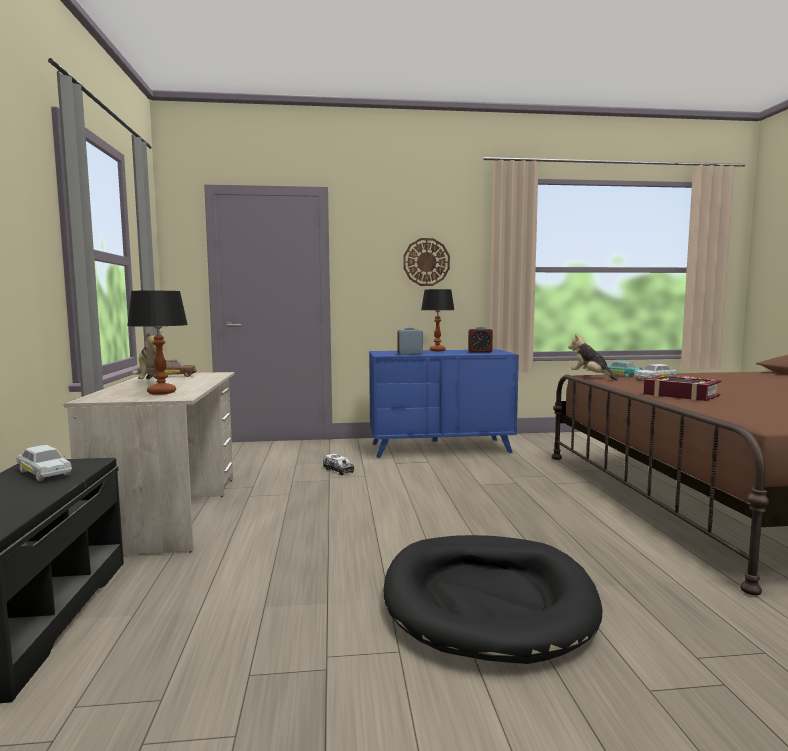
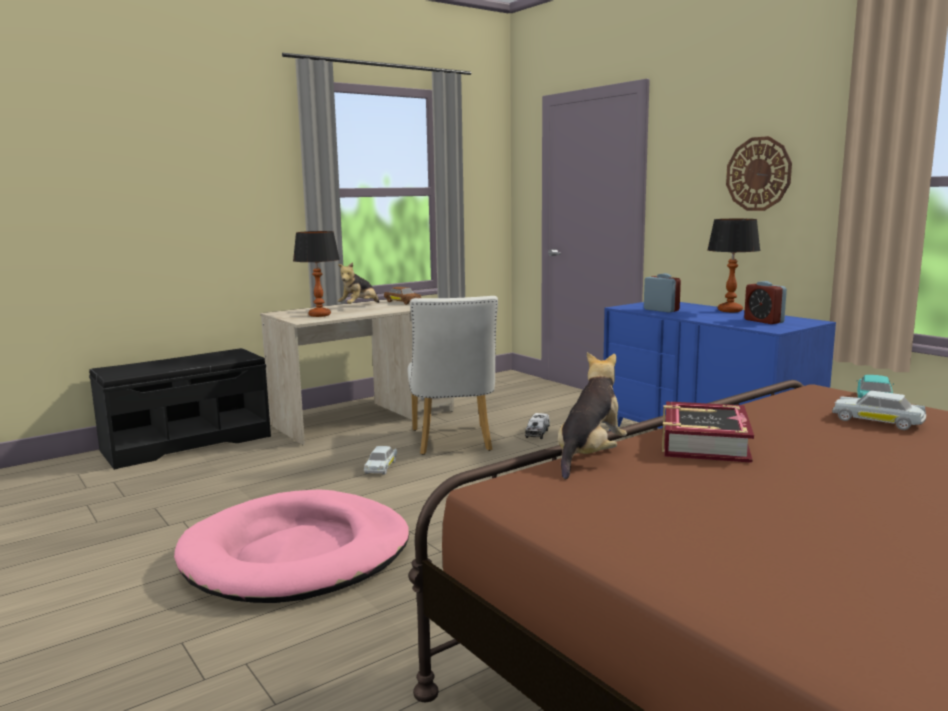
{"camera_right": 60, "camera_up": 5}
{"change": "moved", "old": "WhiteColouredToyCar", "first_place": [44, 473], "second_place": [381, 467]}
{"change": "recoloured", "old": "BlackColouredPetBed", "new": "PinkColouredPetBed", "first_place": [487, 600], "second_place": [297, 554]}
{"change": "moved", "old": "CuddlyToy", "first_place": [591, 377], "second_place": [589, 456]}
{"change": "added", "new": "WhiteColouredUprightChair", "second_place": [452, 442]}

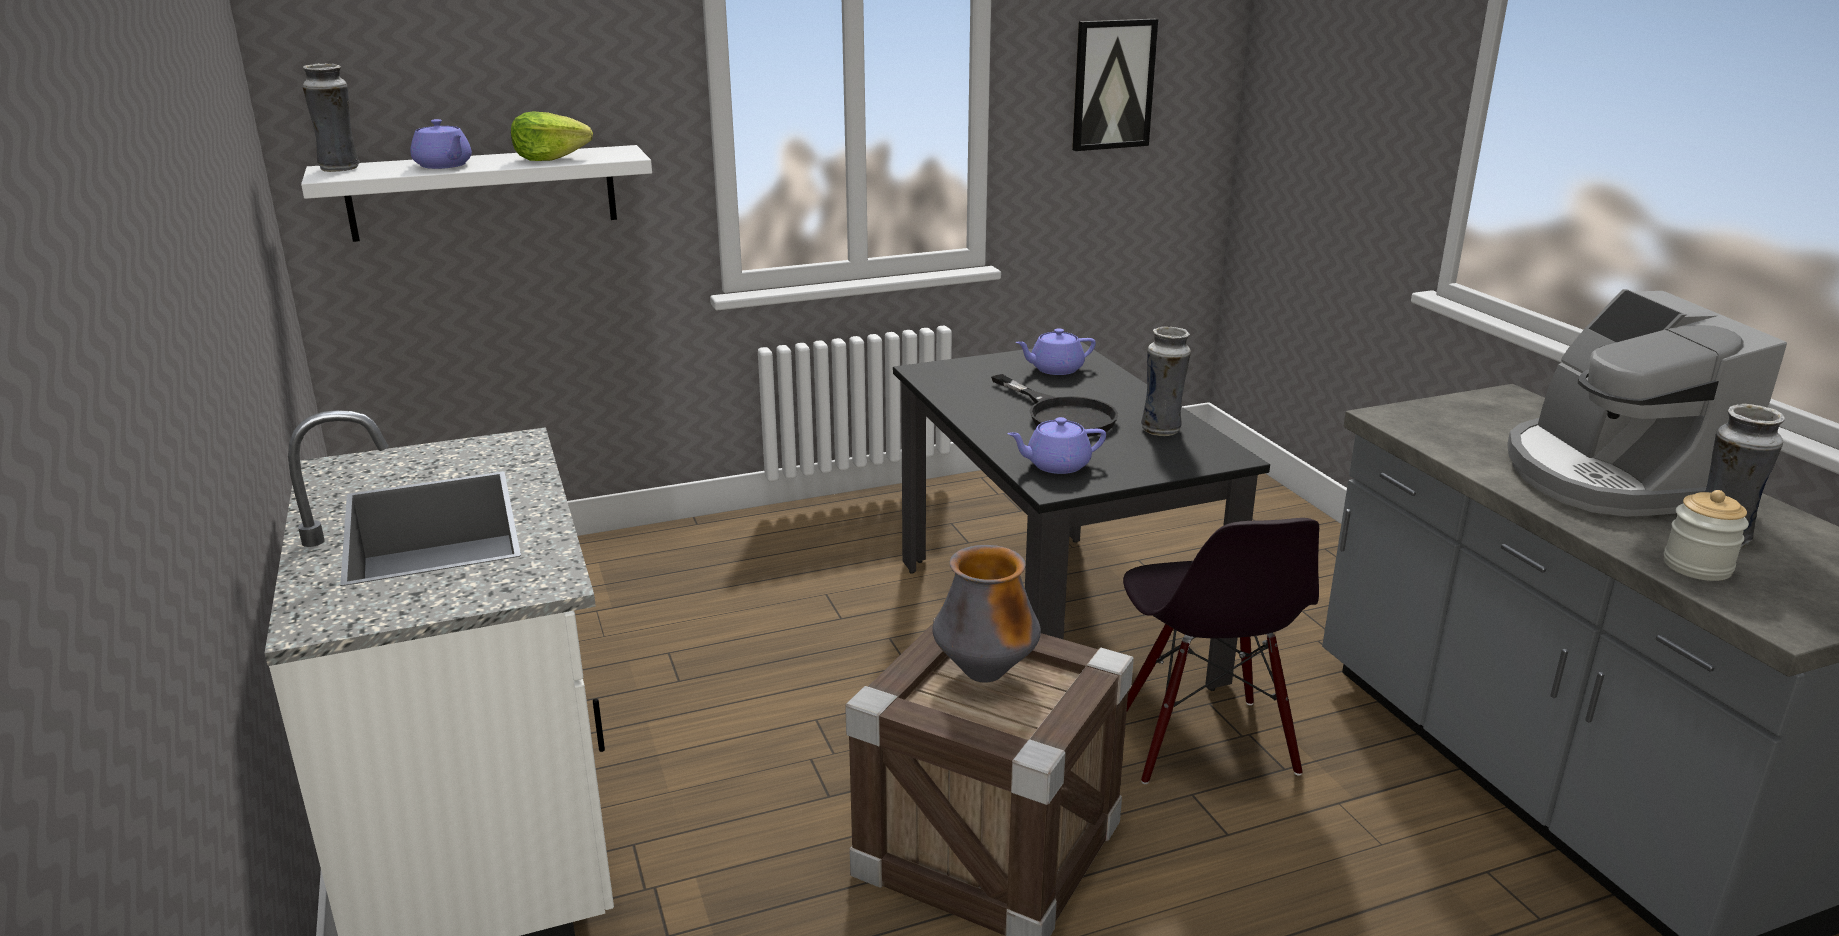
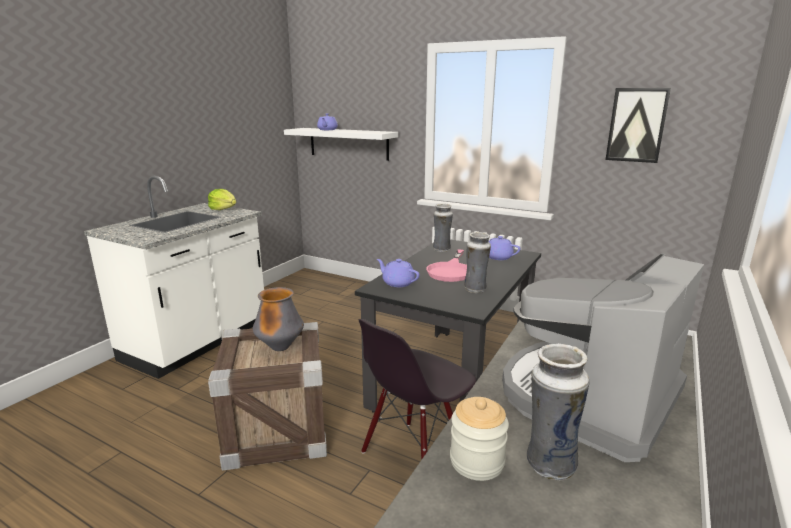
{"camera_right": 50, "camera_up": -5}
{"change": "moved", "old": "DecorativeVase", "first_place": [340, 169], "second_place": [441, 250]}
{"change": "moved", "old": "Lettuce", "first_place": [550, 158], "second_place": [223, 209]}
{"change": "recoloured", "old": "BlackColouredSkillet", "new": "PinkColouredSkillet", "first_place": [1062, 415], "second_place": [451, 270]}

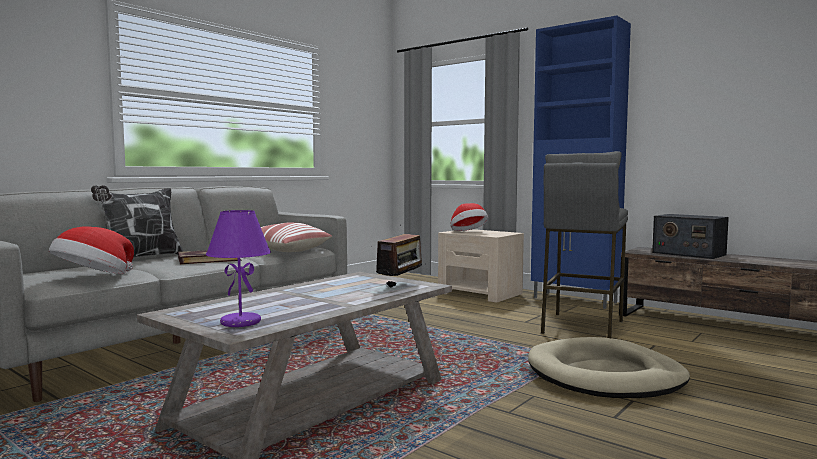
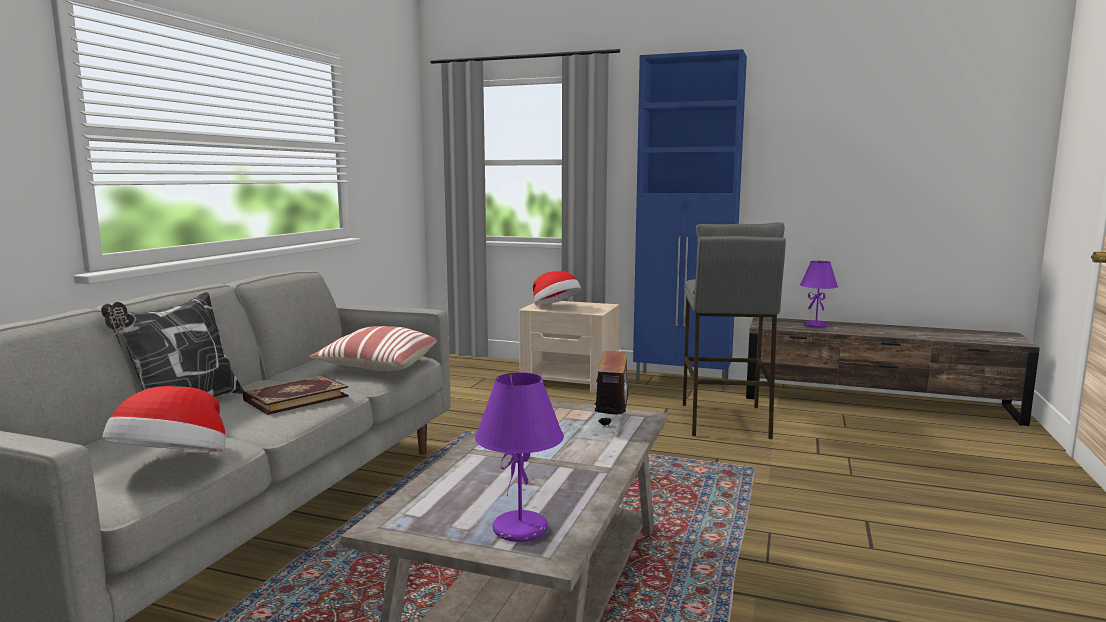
{"camera_right": -20, "camera_up": 5}
{"change": "removed", "old": "SandColouredPetBed", "first_place": [605, 375]}
{"change": "replaced", "old": "Radio", "new": "PurplishTableLamp", "first_place": [688, 254], "second_place": [816, 325]}

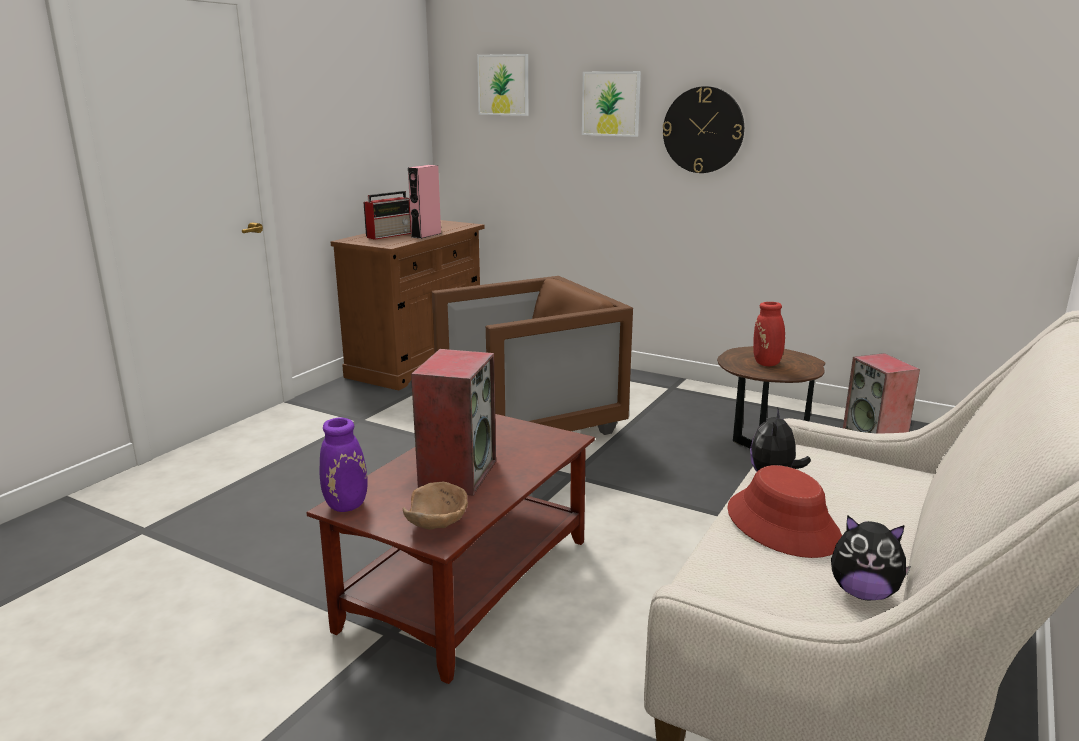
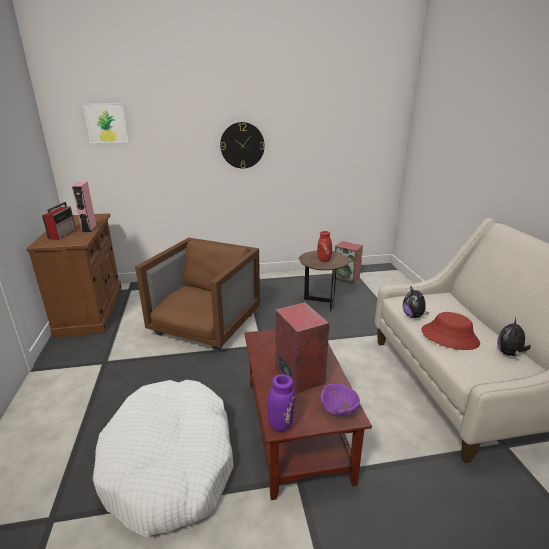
{"camera_right": -40, "camera_up": 5}
{"change": "recoloured", "old": "BrownServingBowl", "new": "PurplishServingBowl", "first_place": [437, 527], "second_place": [340, 410]}
{"change": "removed", "old": "WallPicture", "first_place": [611, 104]}
{"change": "turned", "old": "CuddlyToy", "first_place": [863, 593], "second_place": [509, 353], "degrees": 135}
{"change": "added", "new": "WhiteColouredPetBed", "second_place": [170, 463]}

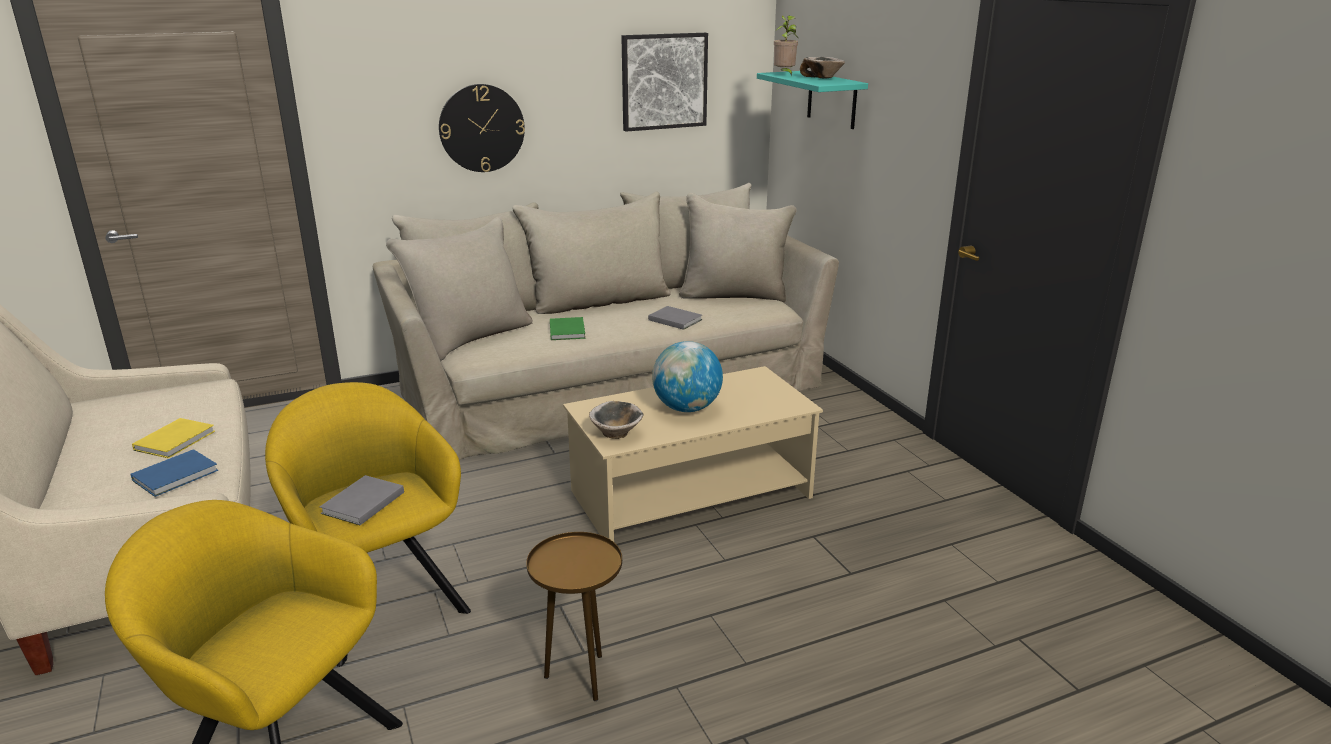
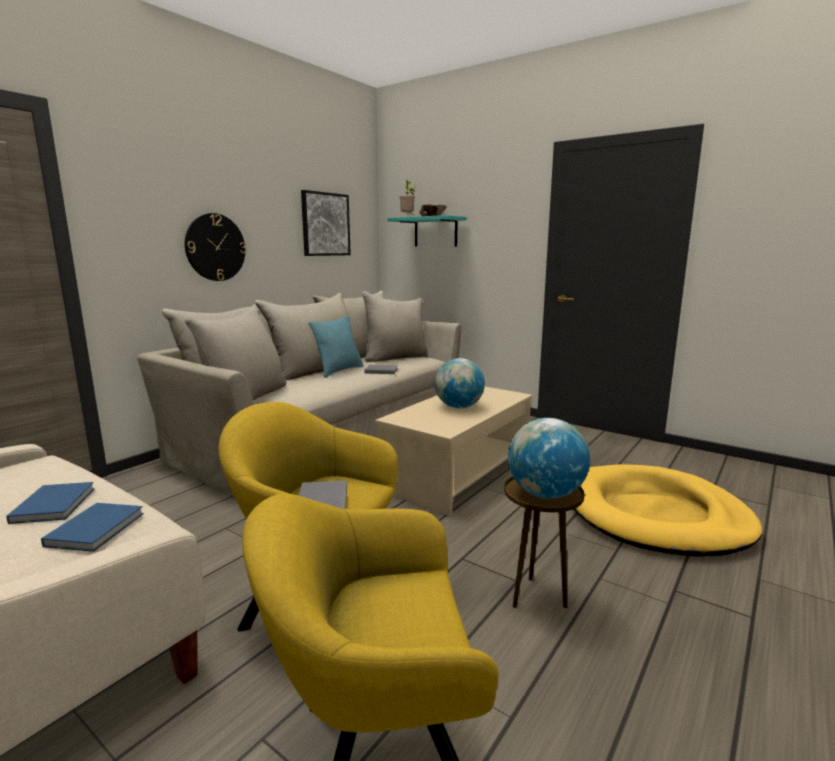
{"camera_right": -30, "camera_up": -10}
{"change": "recoloured", "old": "YellowColouredBoundBook", "new": "BluishBoundBook", "first_place": [177, 440], "second_place": [56, 504]}
{"change": "removed", "old": "GreenColouredBoundBook", "first_place": [568, 330]}
{"change": "removed", "old": "ServingBowl", "first_place": [616, 433]}
{"change": "added", "new": "BlueGreenThrowPillow", "second_place": [339, 371]}
{"change": "added", "new": "DeskGlobe", "second_place": [545, 494]}
{"change": "added", "new": "YellowColouredPetBed", "second_place": [656, 515]}

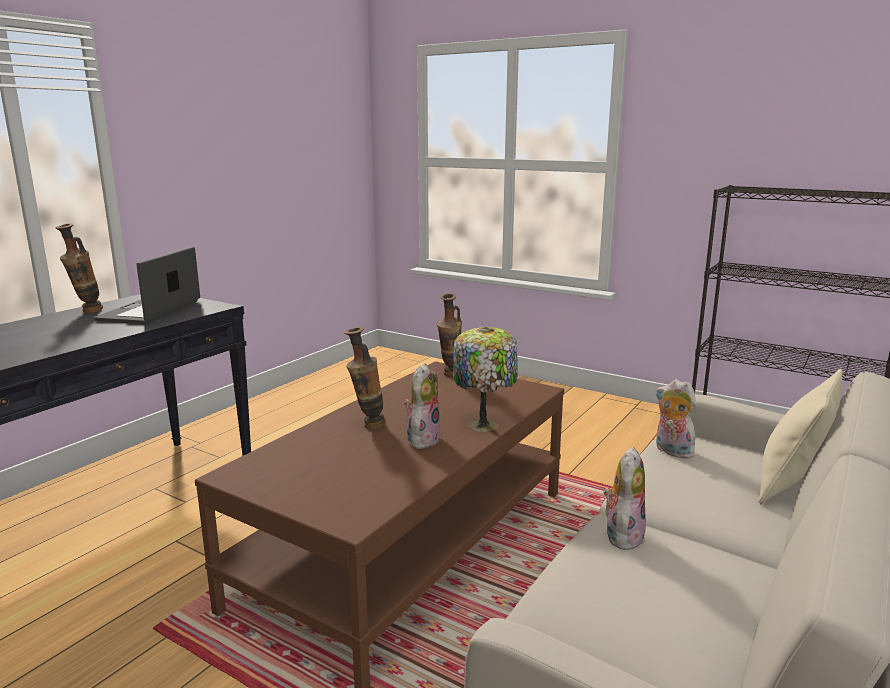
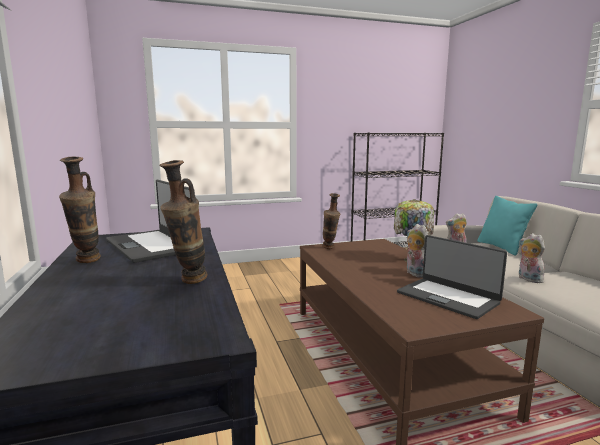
{"camera_right": -50, "camera_up": -5}
{"change": "moved", "old": "DecorativeVase", "first_place": [367, 425], "second_place": [188, 282]}
{"change": "recoloured", "old": "SandColouredThrowPillow", "new": "BlueGreenThrowPillow", "first_place": [791, 485], "second_place": [501, 247]}
{"change": "added", "new": "PortableComputer", "second_place": [448, 297]}

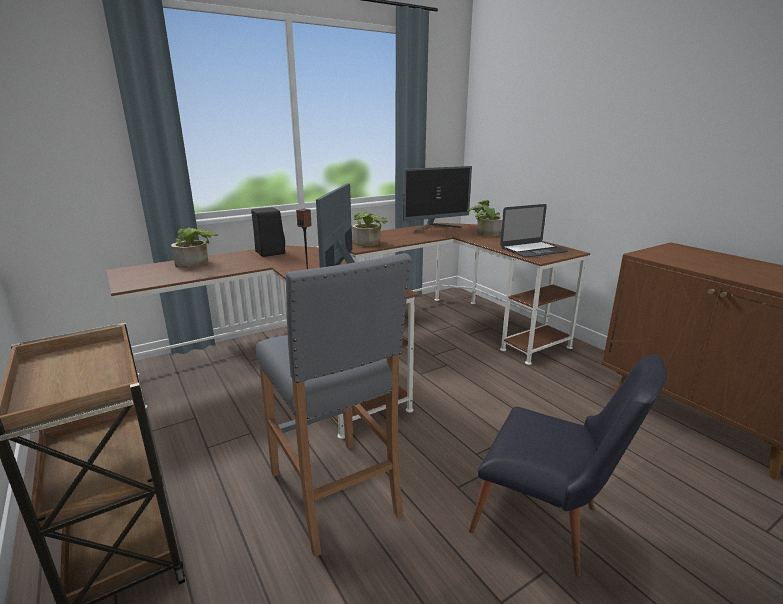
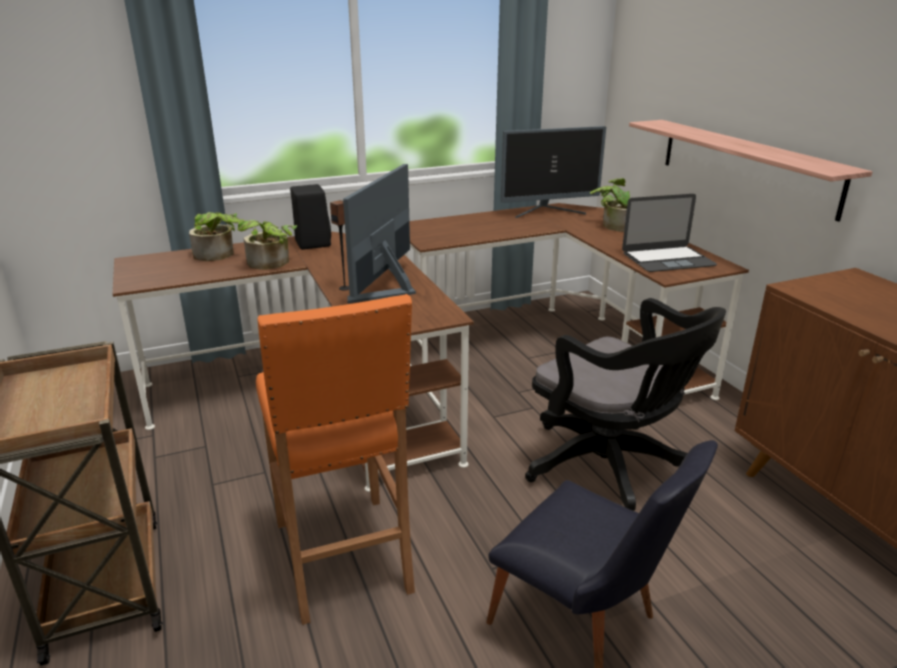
{"camera_right": 10, "camera_up": 5}
{"change": "recoloured", "old": "GreyishStoolSeat", "new": "OrangeStoolSeat", "first_place": [334, 494], "second_place": [343, 557]}
{"change": "moved", "old": "PottedPlant", "first_place": [369, 243], "second_place": [270, 264]}
{"change": "added", "new": "BlackColouredDeskChair", "second_place": [611, 469]}
{"change": "added", "new": "BracketShelf", "second_place": [745, 165]}

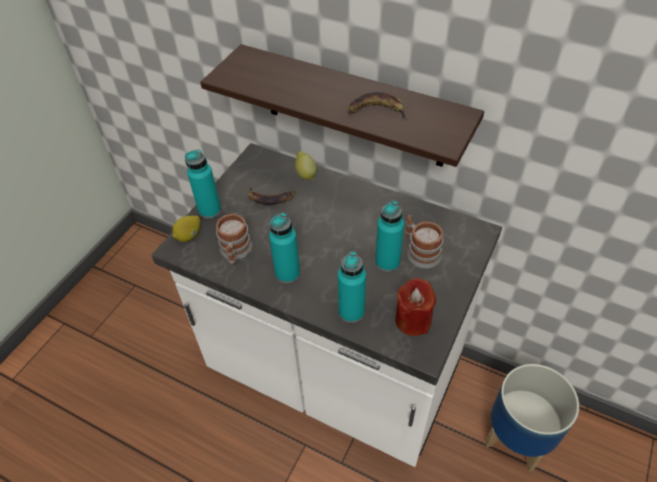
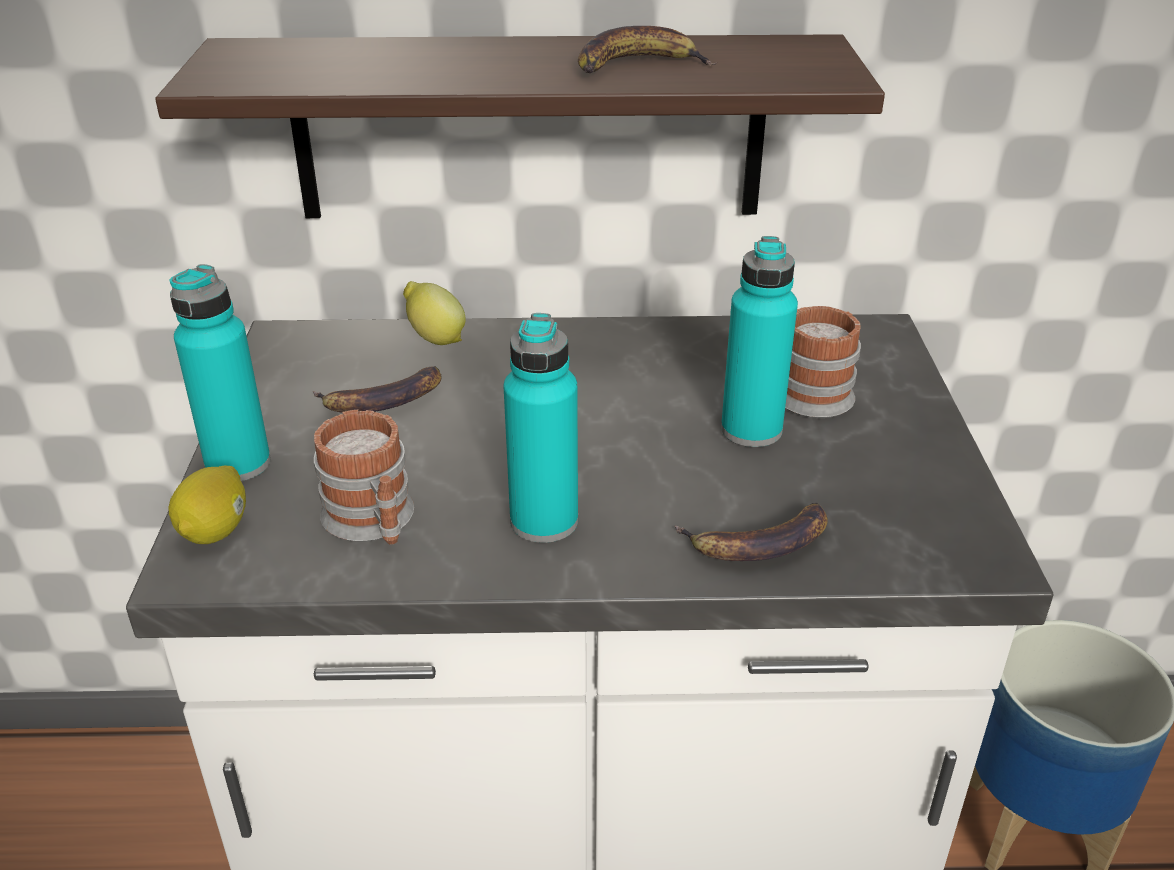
{"camera_right": -30, "camera_up": -15}
{"change": "replaced", "old": "BlueGreenBottle", "new": "Banana", "first_place": [351, 311], "second_place": [759, 541]}
{"change": "removed", "old": "ReddishCandle", "first_place": [413, 320]}

